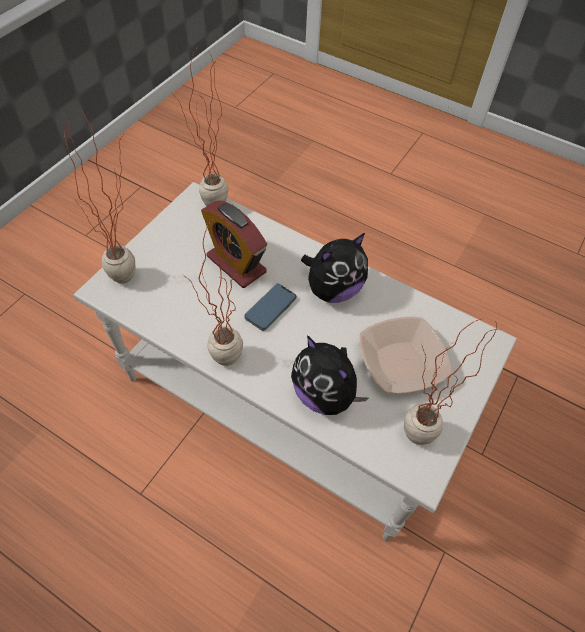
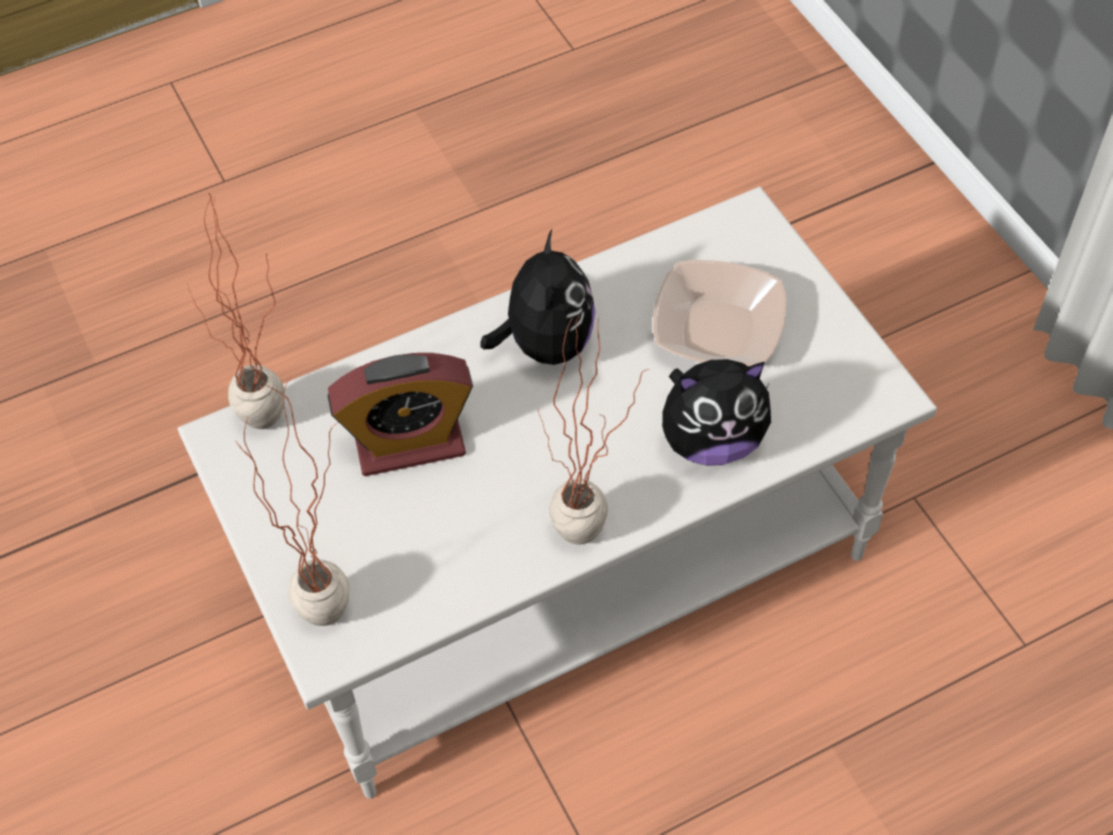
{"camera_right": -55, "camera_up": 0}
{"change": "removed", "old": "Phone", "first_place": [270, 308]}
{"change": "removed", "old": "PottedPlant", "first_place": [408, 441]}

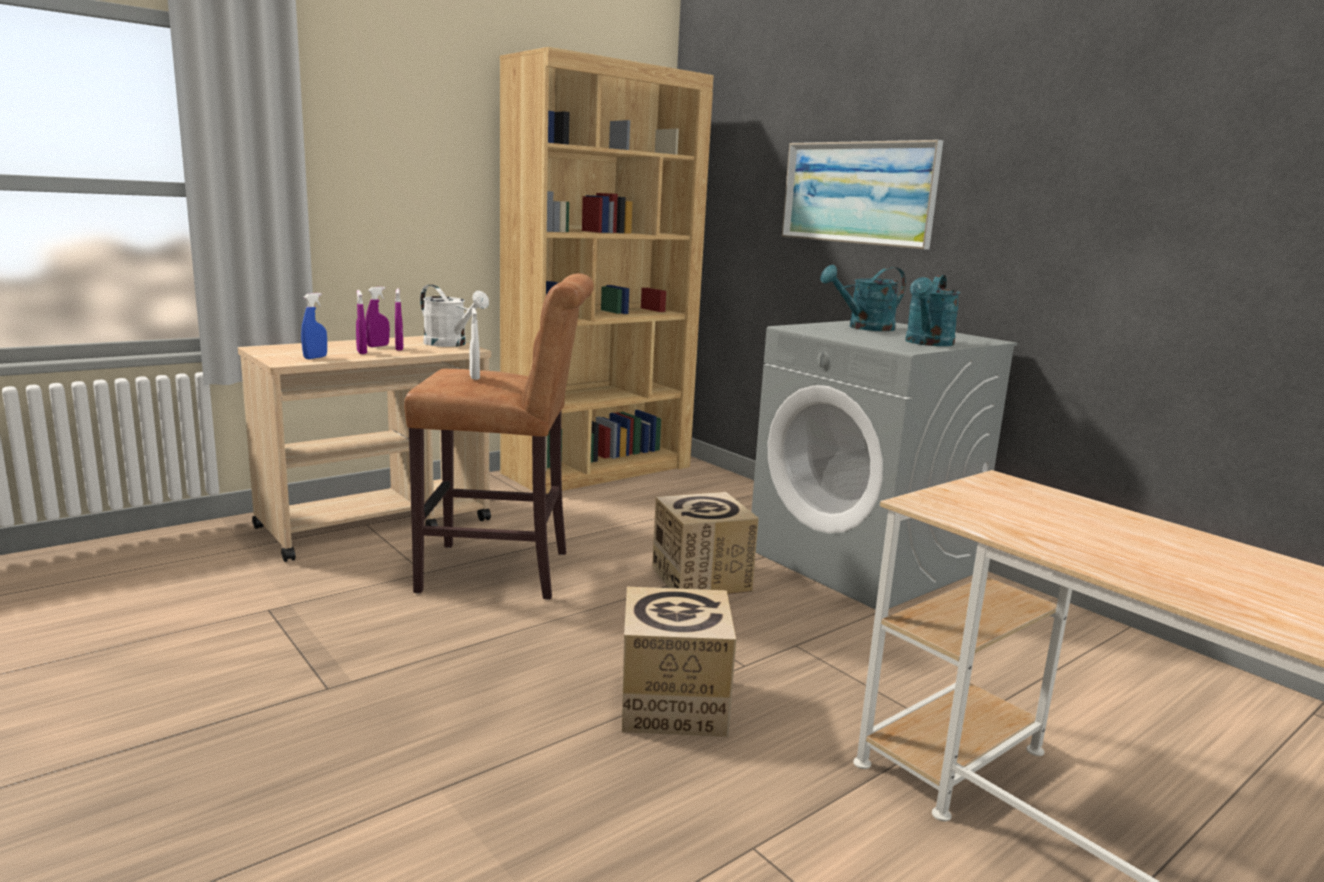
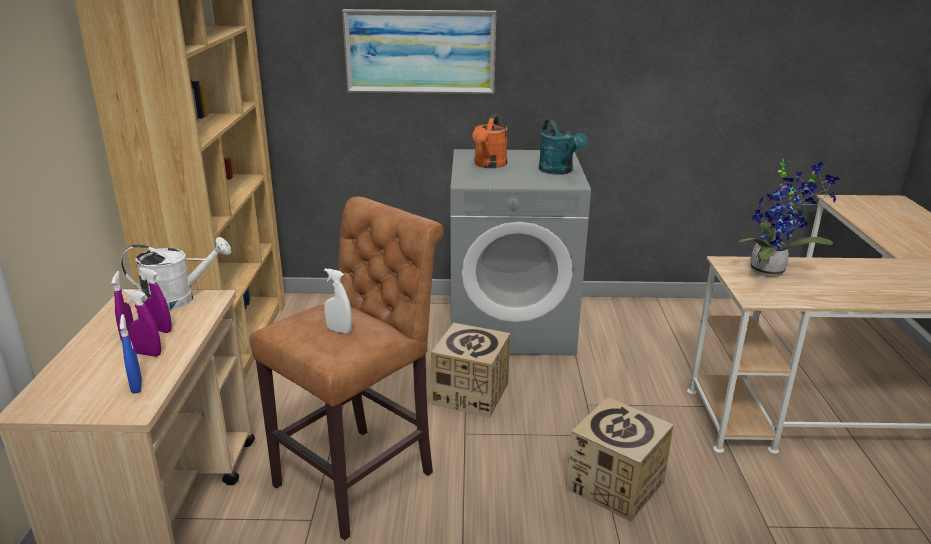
{"camera_right": -50, "camera_up": 10}
{"change": "recoloured", "old": "BlueGreenSprinklingCan", "new": "OrangeSprinklingCan", "first_place": [864, 328], "second_place": [489, 165]}
{"change": "added", "new": "PottedPlant", "second_place": [771, 271]}

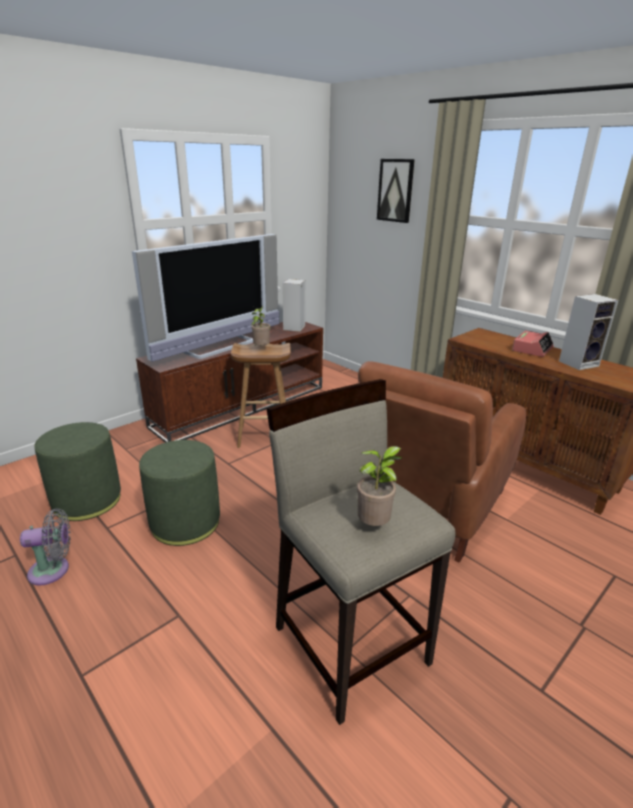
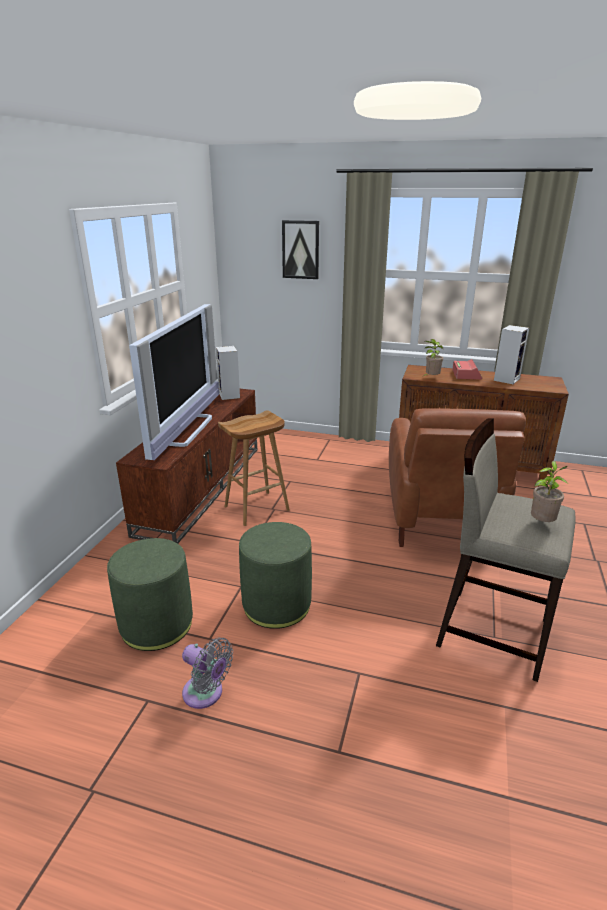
{"camera_right": -30, "camera_up": 0}
{"change": "turned", "old": "GreyishElectricFan", "first_place": [53, 570], "second_place": [206, 694], "degrees": 75}
{"change": "moved", "old": "PottedPlant", "first_place": [261, 349], "second_place": [431, 378]}

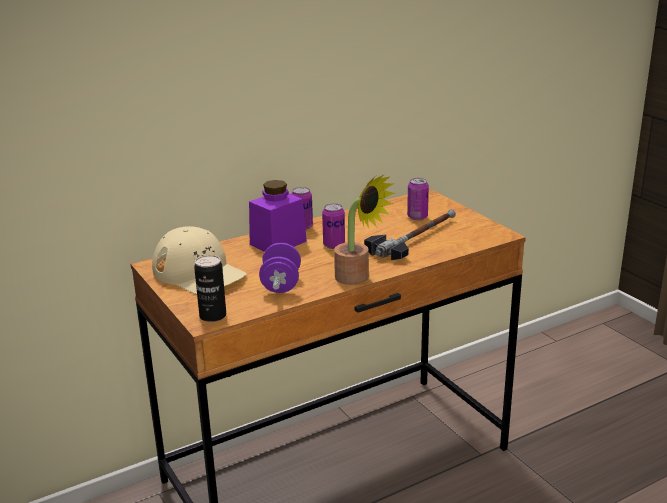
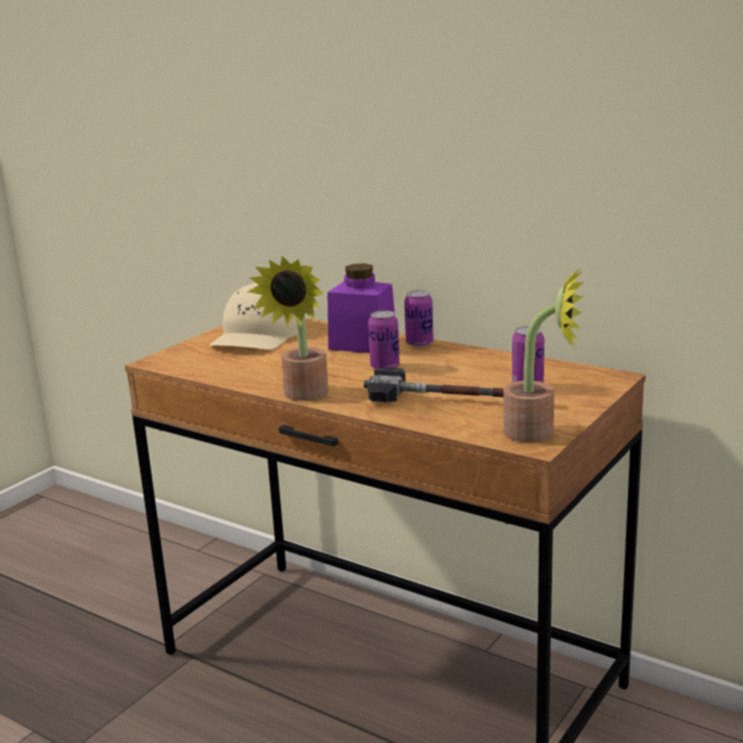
{"camera_right": 65, "camera_up": -5}
{"change": "removed", "old": "Can", "first_place": [213, 316]}
{"change": "removed", "old": "PurplishDumbbell", "first_place": [281, 284]}
{"change": "added", "new": "PottedPlant", "second_place": [539, 432]}

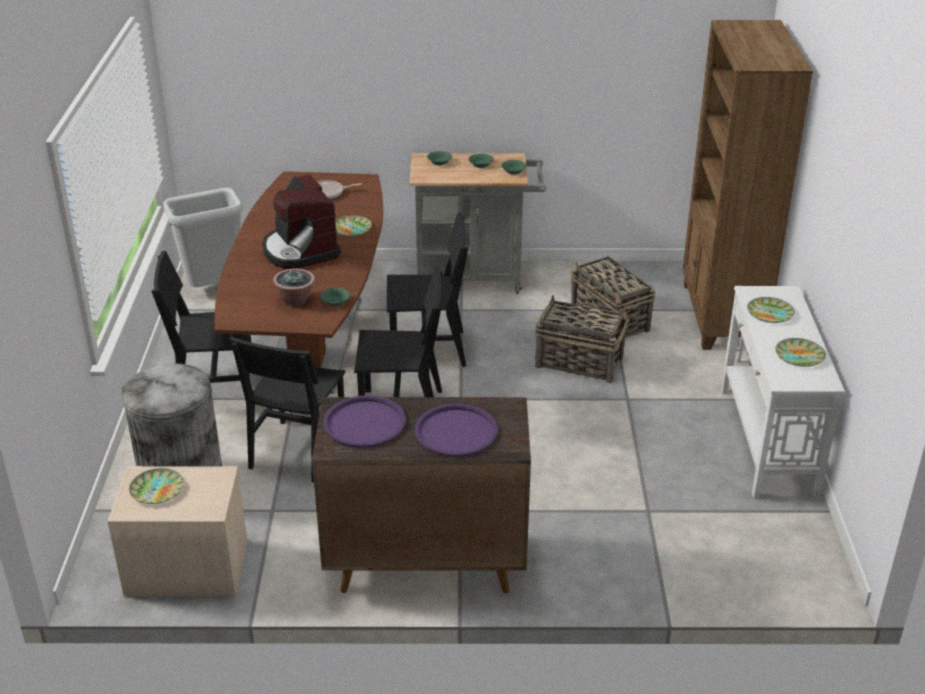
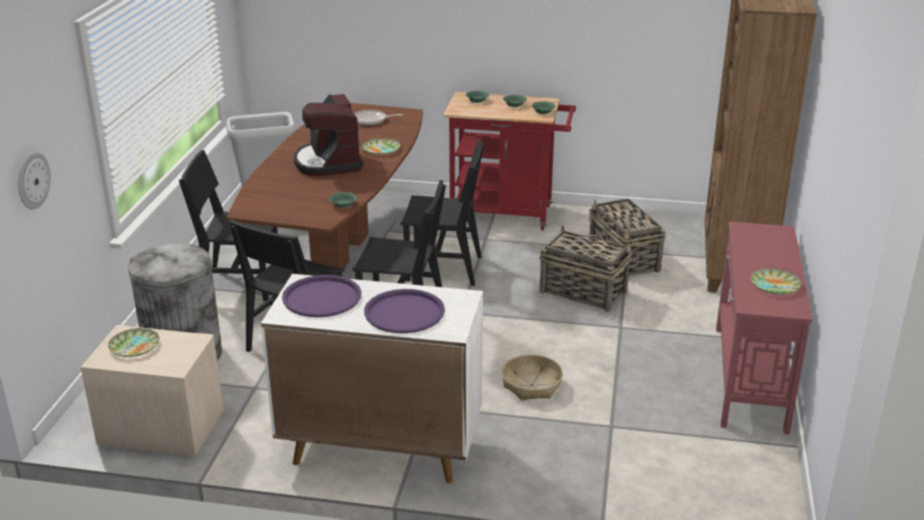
{"camera_right": 10, "camera_up": -5}
{"change": "removed", "old": "PottedPlant", "first_place": [295, 300]}
{"change": "recoloured", "old": "BrownStorageCabinet", "new": "WhiteColouredStorageCabinet", "first_place": [424, 563], "second_place": [379, 447]}
{"change": "recoloured", "old": "GreyishCart", "new": "ReddishCart", "first_place": [476, 278], "second_place": [508, 214]}
{"change": "recoloured", "old": "WhiteColouredNarrowTable", "new": "ReddishNarrowTable", "first_place": [766, 441], "second_place": [749, 377]}
{"change": "removed", "old": "Plate", "first_place": [770, 313]}
{"change": "added", "new": "HangingClock", "second_place": [32, 180]}
{"change": "added", "new": "HouseholdBasket", "second_place": [532, 385]}

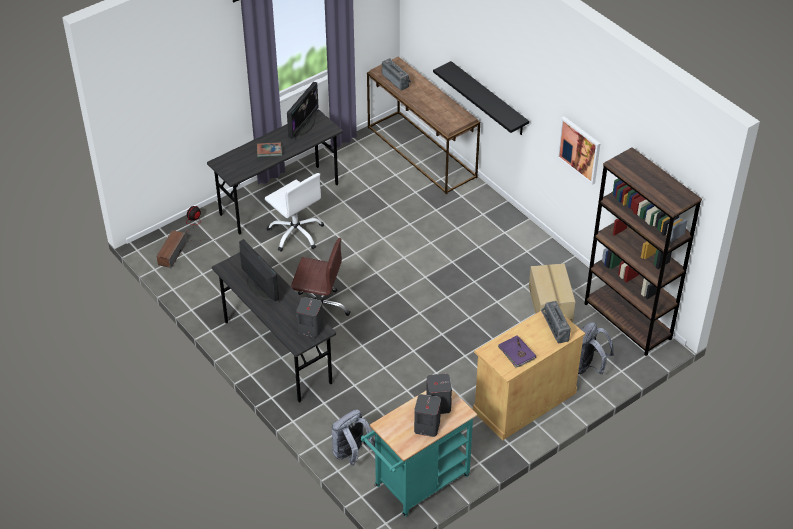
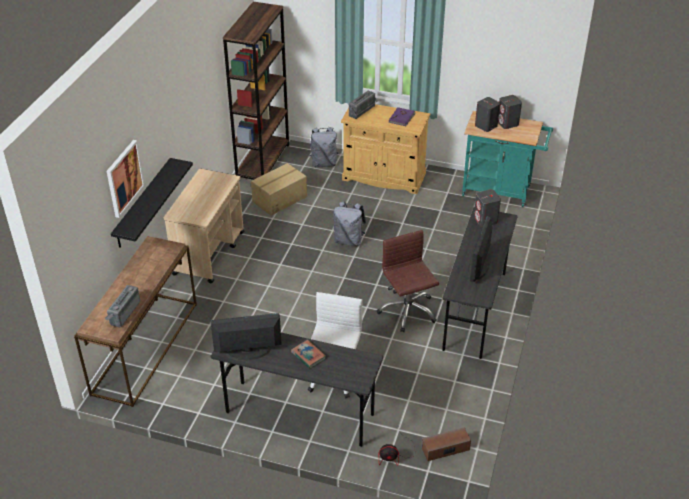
{"camera_right": -125, "camera_up": -5}
{"change": "moved", "old": "GreyishRucksack", "first_place": [351, 454], "second_place": [349, 240]}
{"change": "moved", "old": "WallPicture", "first_place": [579, 149], "second_place": [124, 178]}
{"change": "added", "new": "SandColouredCart", "second_place": [209, 253]}

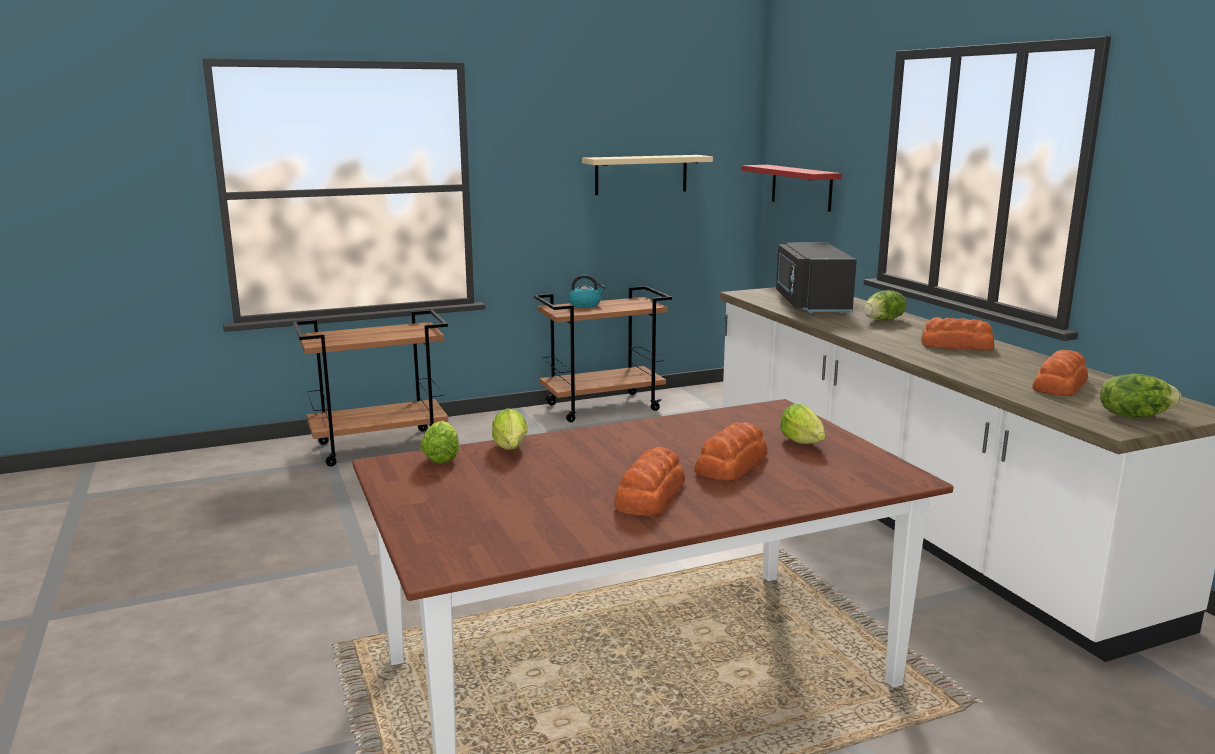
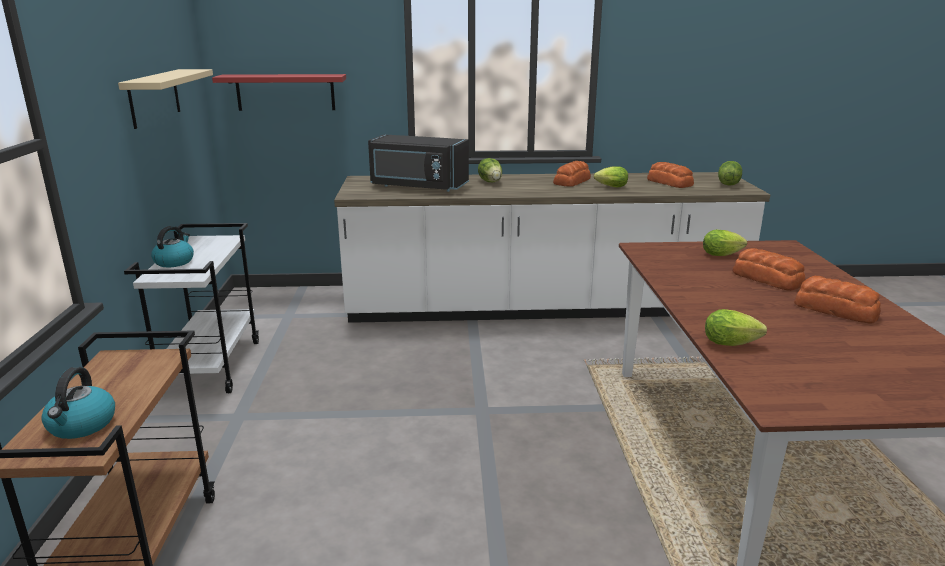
{"camera_right": -70, "camera_up": 5}
{"change": "moved", "old": "Lettuce", "first_place": [442, 457], "second_place": [609, 187]}
{"change": "recoloured", "old": "BrownCart", "new": "WhiteColouredCart", "first_place": [603, 407], "second_place": [211, 366]}
{"change": "added", "new": "TeaKettle", "second_place": [82, 425]}

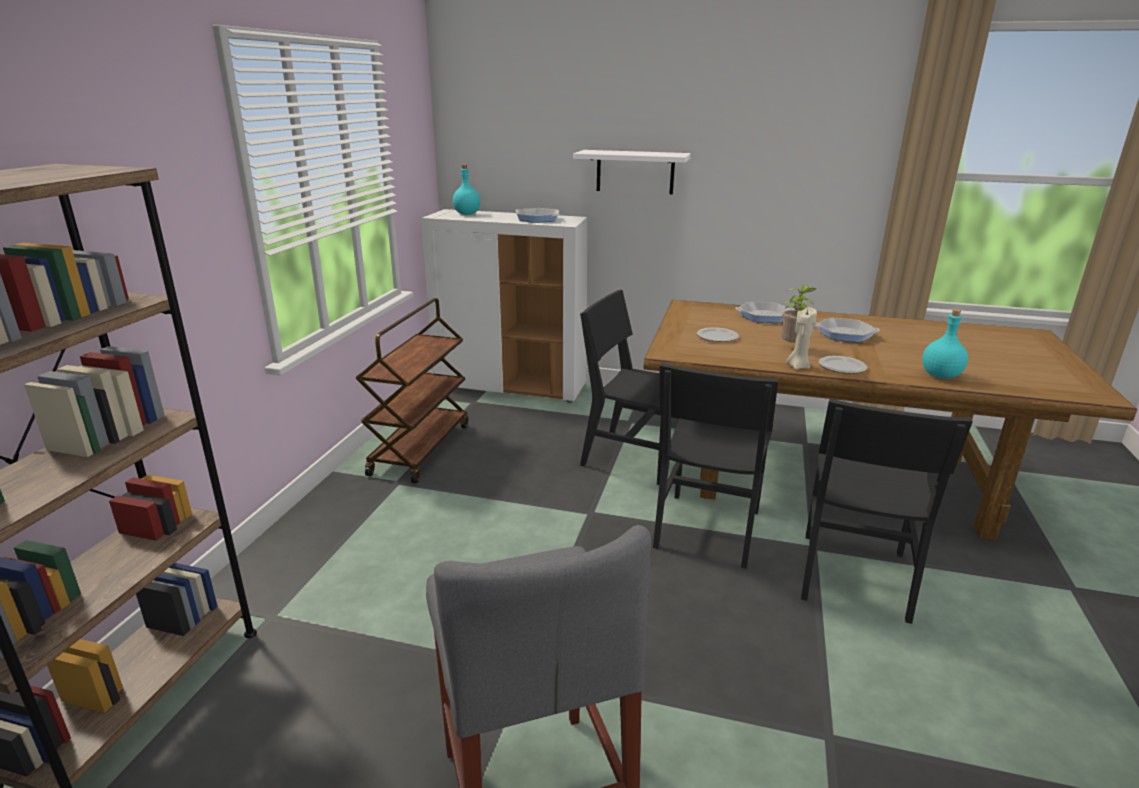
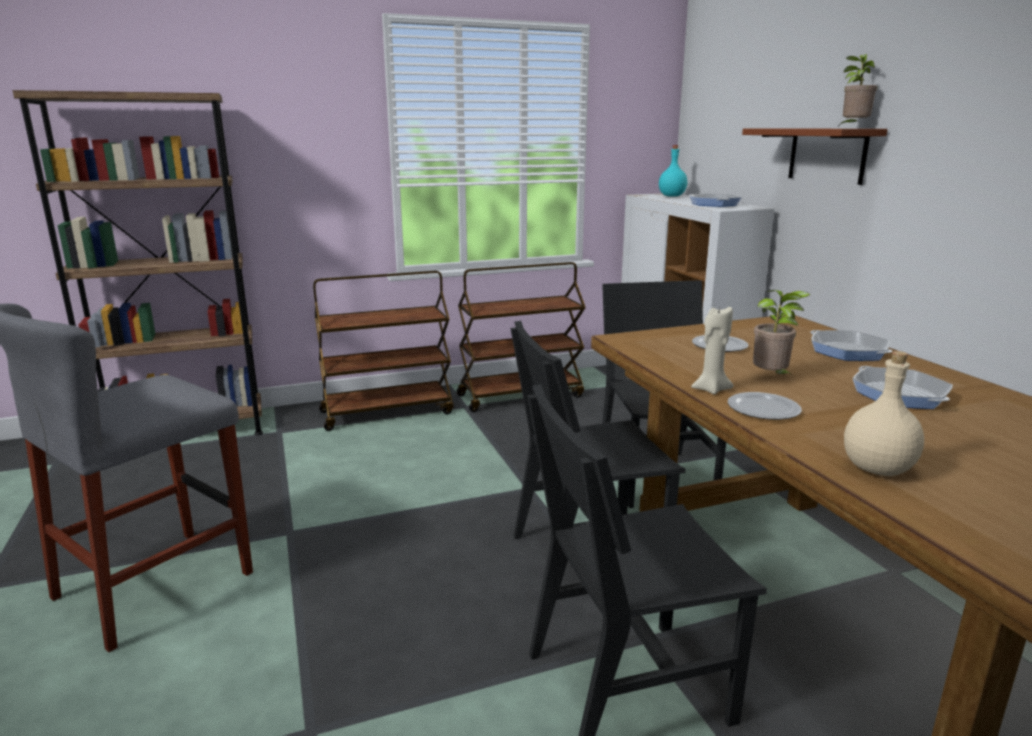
{"camera_right": 55, "camera_up": -5}
{"change": "recoloured", "old": "WhiteColouredBracketShelf", "new": "BrownBracketShelf", "first_place": [635, 172], "second_place": [827, 155]}
{"change": "recoloured", "old": "BlueGreenBottle", "new": "SandColouredBottle", "first_place": [941, 376], "second_place": [878, 469]}
{"change": "added", "new": "BrownCart", "second_place": [387, 412]}
{"change": "added", "new": "PottedPlant", "second_place": [852, 128]}

